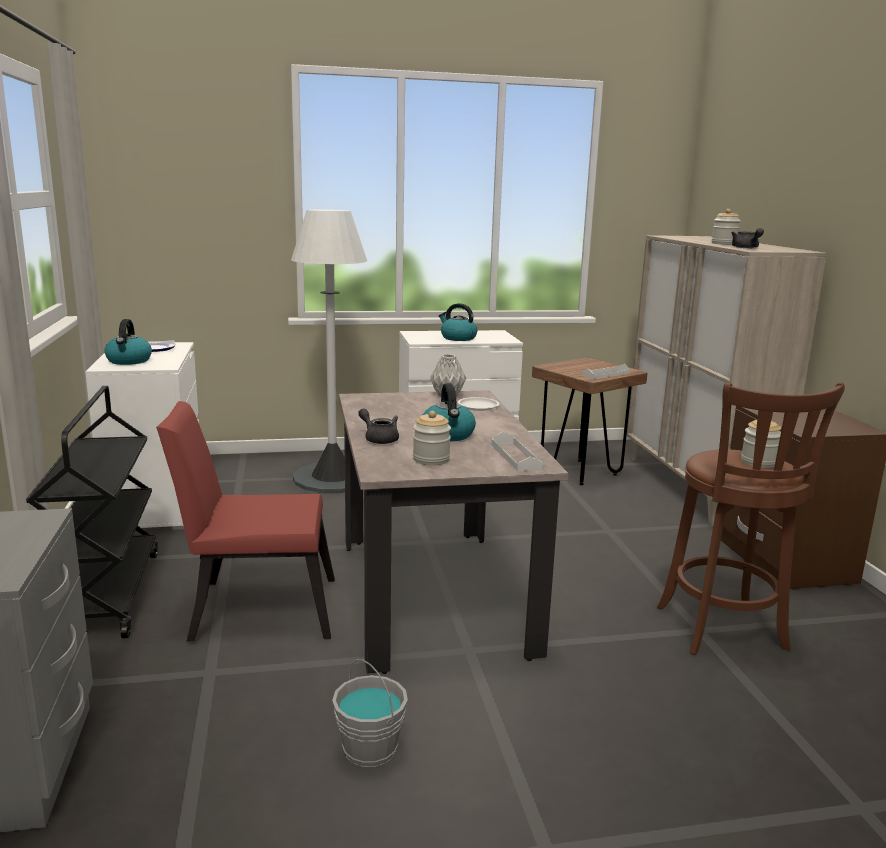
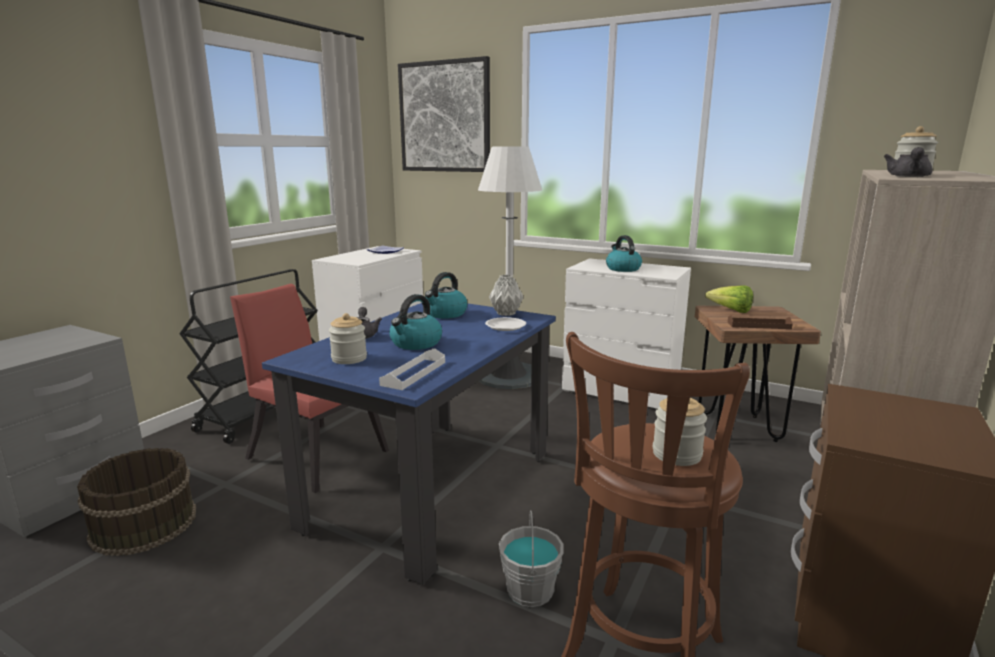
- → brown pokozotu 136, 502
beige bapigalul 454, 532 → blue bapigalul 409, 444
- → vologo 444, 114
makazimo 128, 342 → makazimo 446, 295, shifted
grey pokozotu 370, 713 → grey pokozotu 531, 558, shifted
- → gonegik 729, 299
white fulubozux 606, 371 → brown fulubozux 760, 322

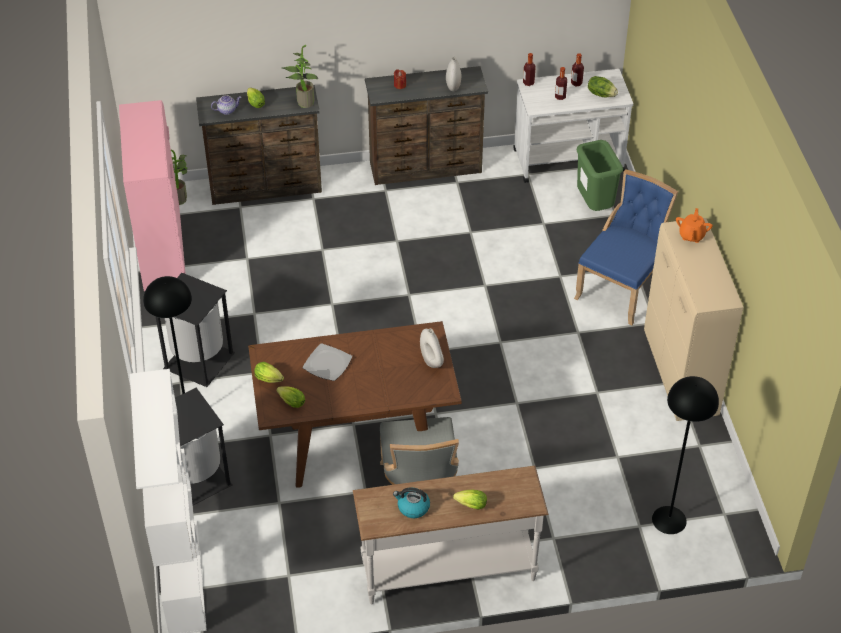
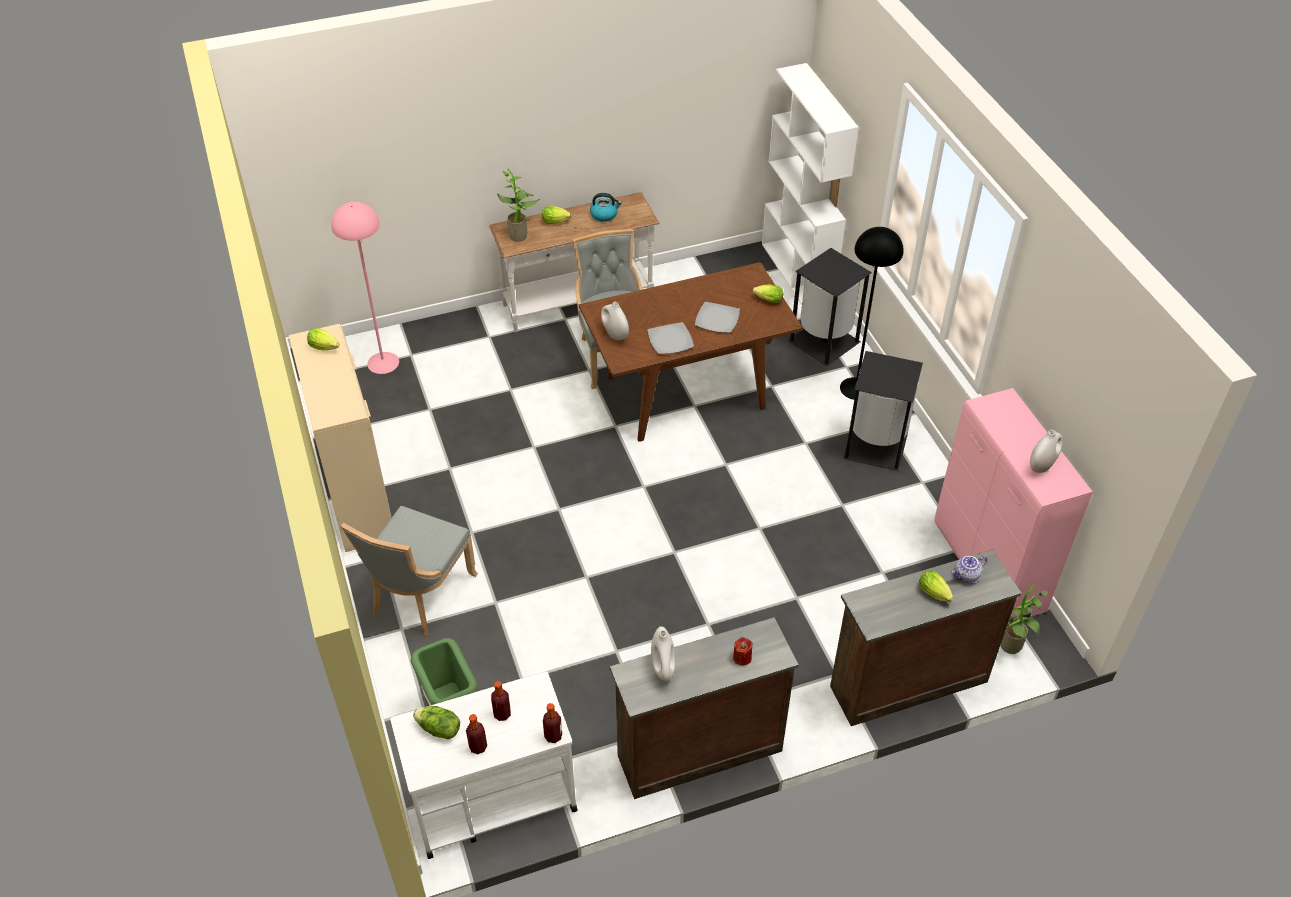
gonegik 290, 397 → gonegik 323, 339, shifted
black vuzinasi 685, 455 → pink vuzinasi 365, 287
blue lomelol 626, 247 → grey lomelol 409, 570
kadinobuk 299, 76 → kadinobuk 518, 205, shifted
- → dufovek 670, 338
- → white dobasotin 1046, 451
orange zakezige 694, 225 → -

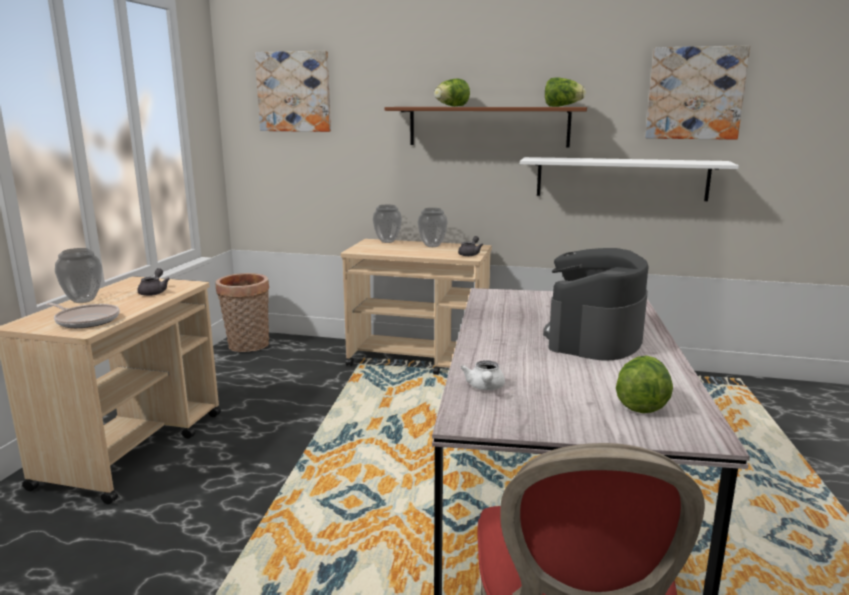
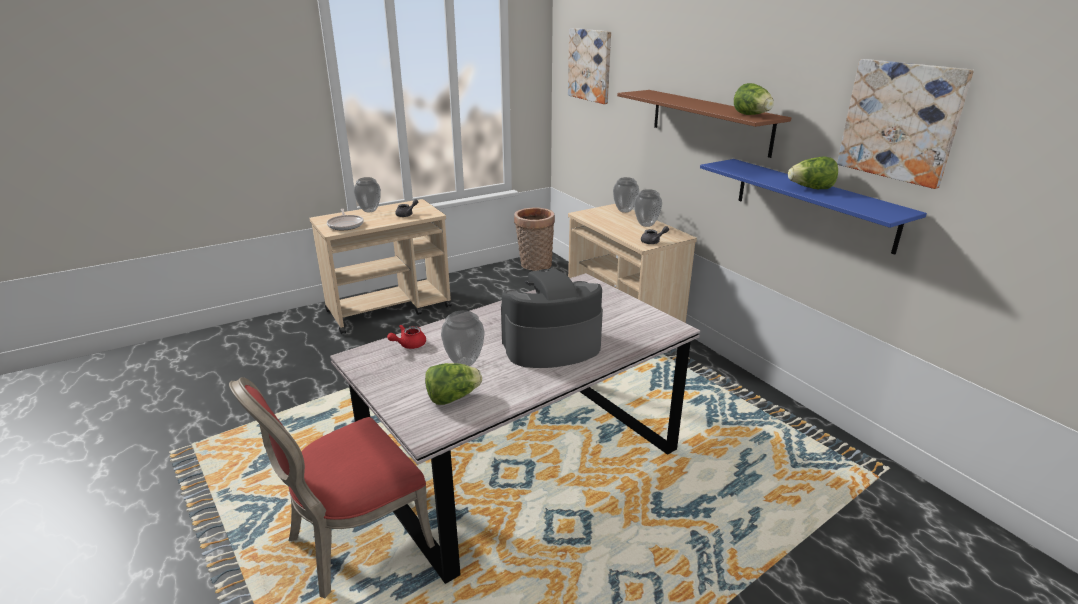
white zakezige 482, 375 → red zakezige 406, 337
- → dobasotin 463, 338
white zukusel 629, 179 → blue zukusel 813, 207
gonegik 452, 92 → gonegik 813, 173, shifted

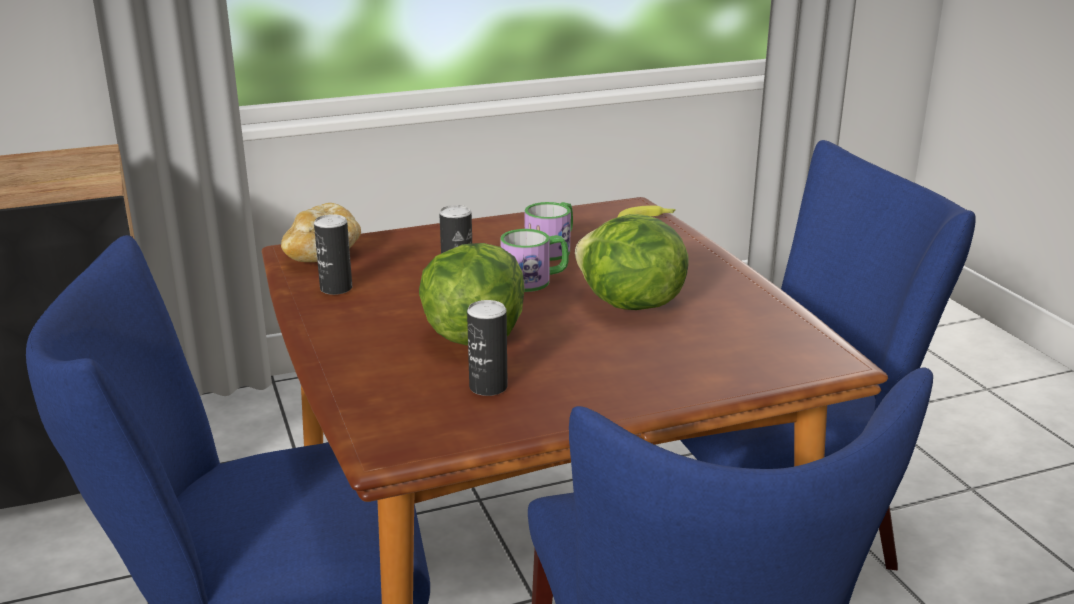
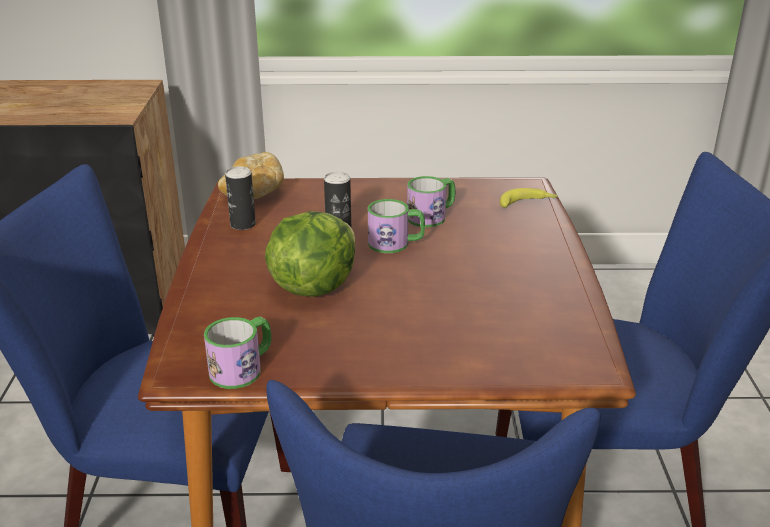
- → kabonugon 238, 352
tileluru 487, 348 → -
gonegik 632, 262 → -

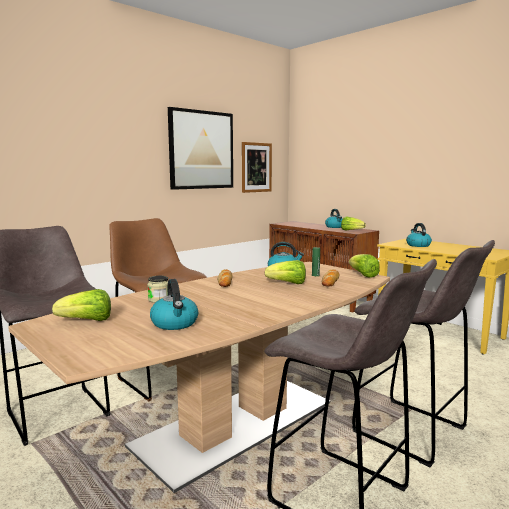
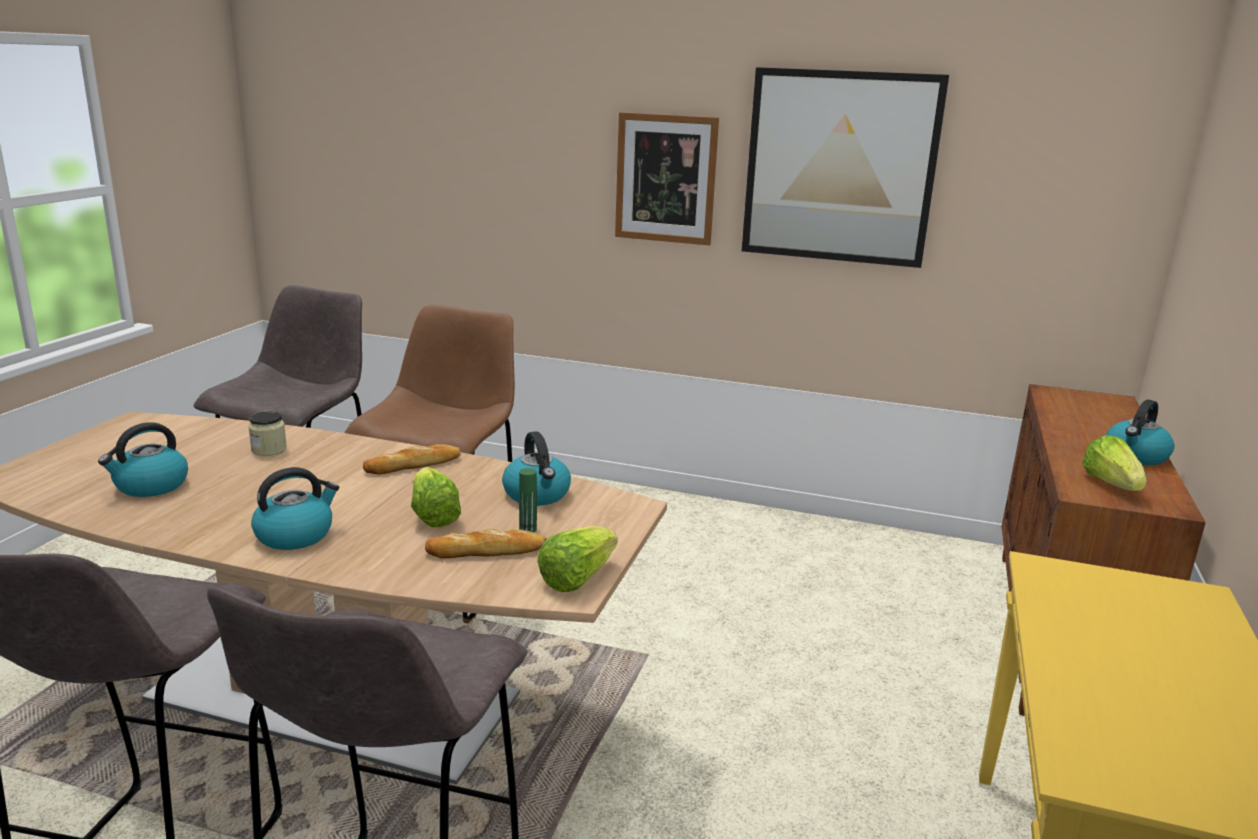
makazimo 419, 235 → makazimo 295, 508, shifted
vologo 257, 167 → vologo 667, 178, shifted
gonegik 81, 305 → -

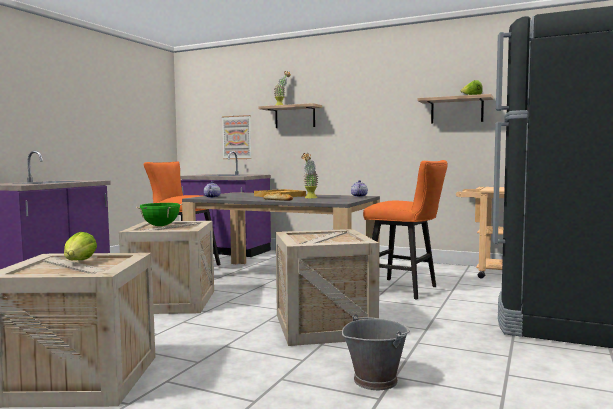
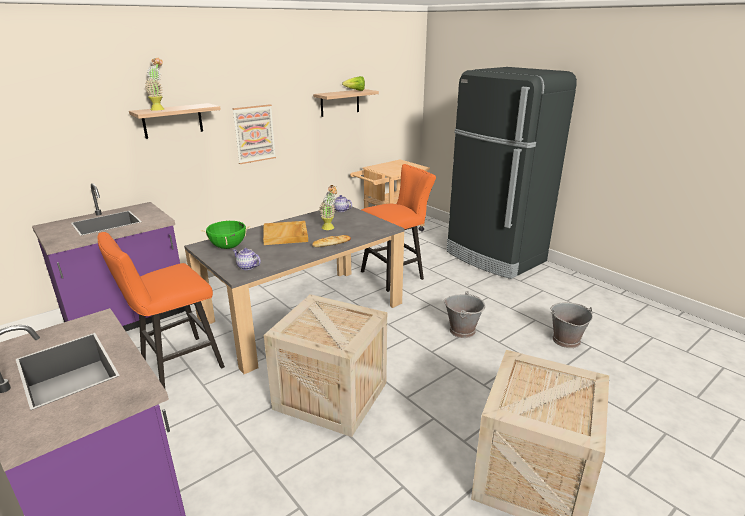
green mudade 159, 214 → green mudade 225, 234, shifted
vologo 236, 137 → vologo 254, 134, shifted
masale 327, 287 → grey pokozotu 465, 314
gonegik 80, 246 → -

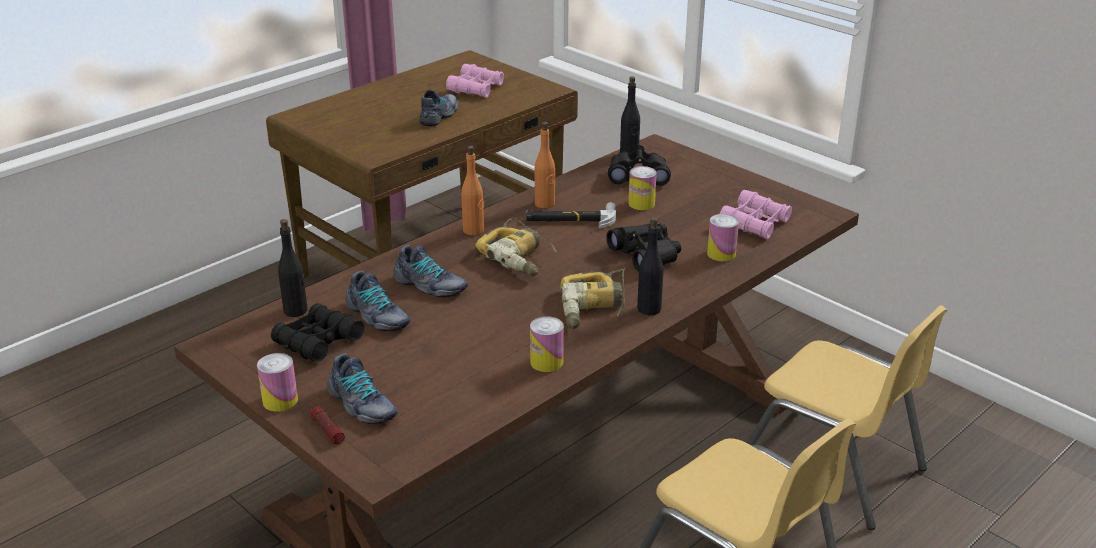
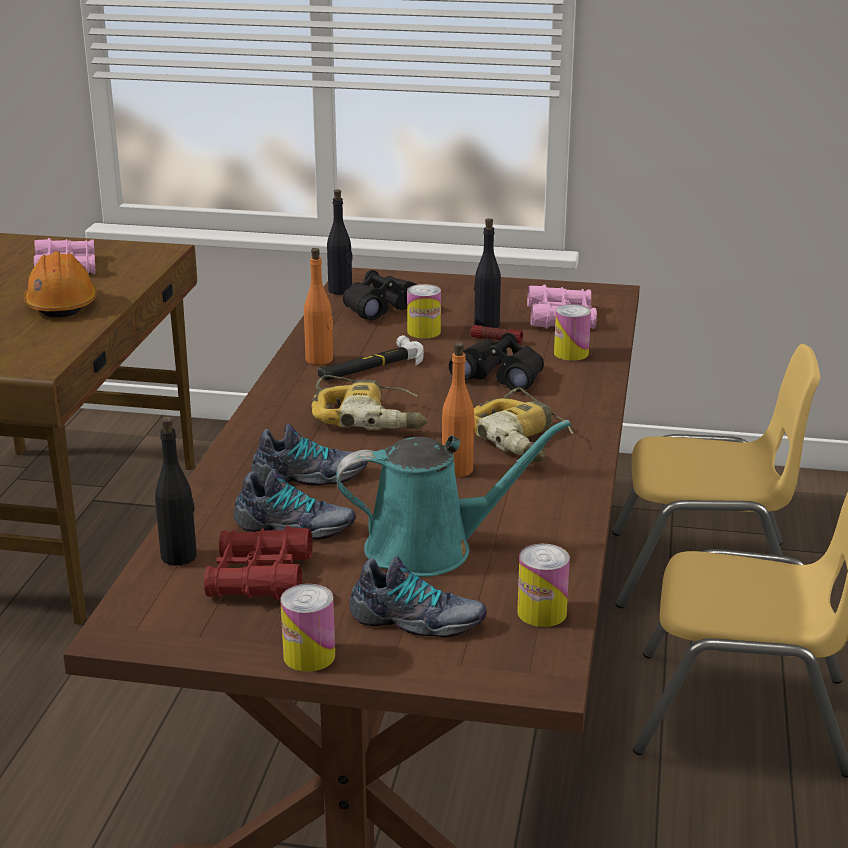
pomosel 439, 108 → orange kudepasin 60, 284
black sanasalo 317, 332 → red sanasalo 258, 563
- → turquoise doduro 453, 498
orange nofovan 472, 190 → orange nofovan 458, 409, shifted
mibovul 328, 425 → mibovul 497, 334, shifted
black nofovan 650, 266 → black nofovan 487, 273, shifted
tileluru 547, 344 → tileluru 543, 585, shifted

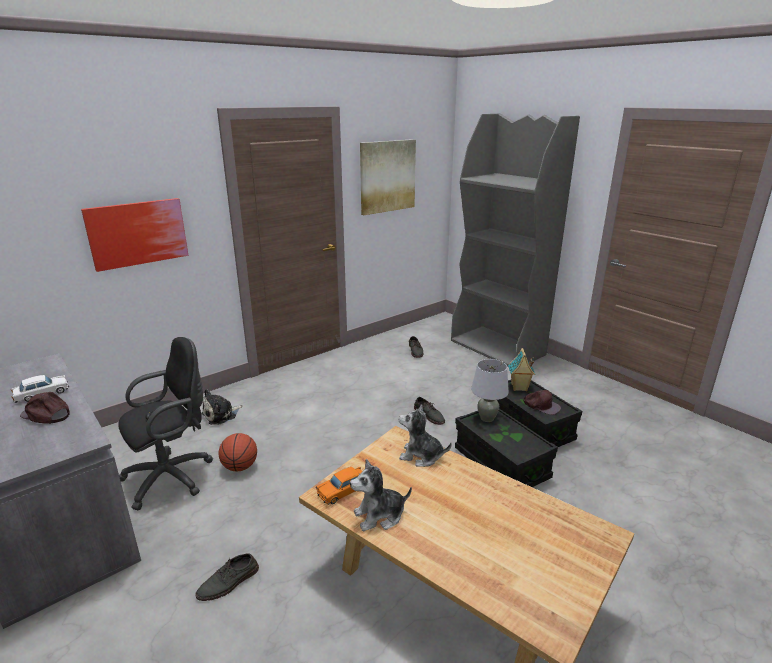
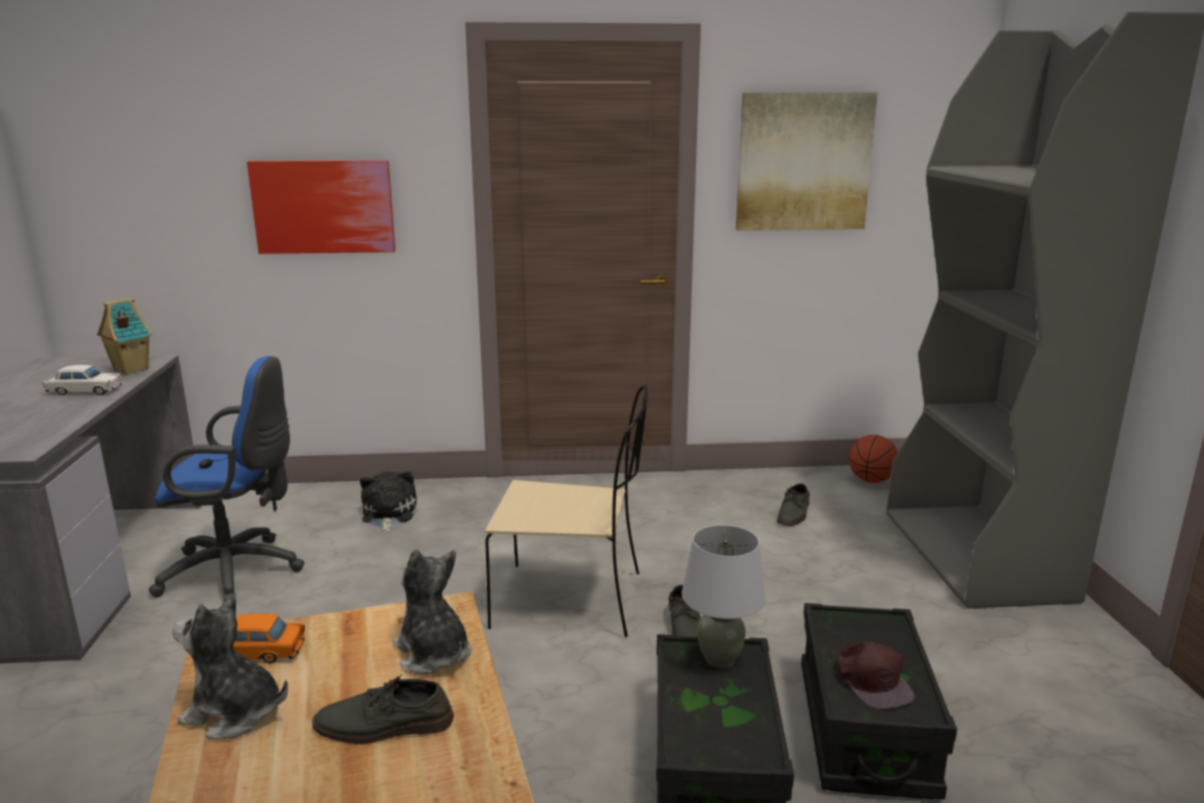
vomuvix 521, 369 → vomuvix 124, 336, shifted
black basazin 165, 423 → blue basazin 226, 479
grey pomosel 227, 577 → grey pomosel 383, 709, shifted
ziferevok 222, 407 → ziferevok 388, 502, 90 degrees clockwise
- → beige lomelol 566, 511
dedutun 238, 452 → dedutun 873, 459, shifted
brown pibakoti 45, 408 → -

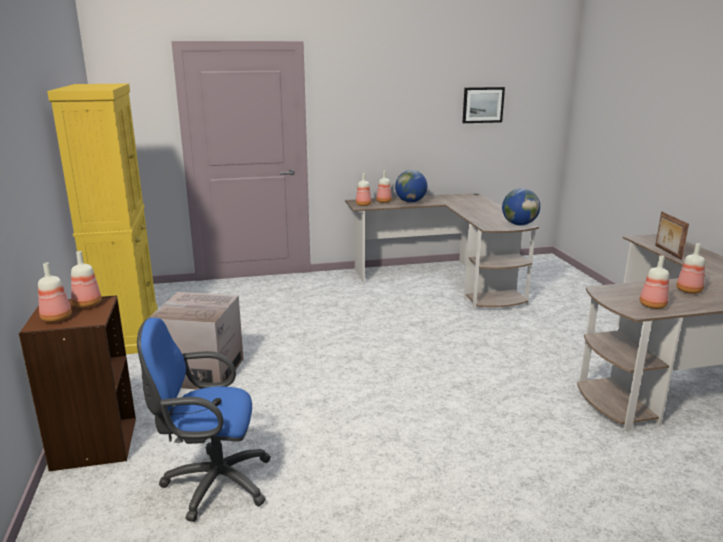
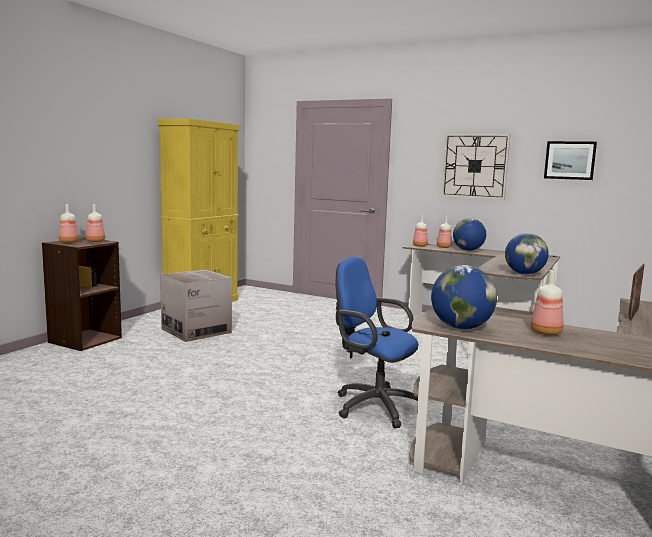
blue basazin 204, 420 → blue basazin 377, 342, shifted
nofovan 654, 282 → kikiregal 464, 297
- → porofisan 476, 167

